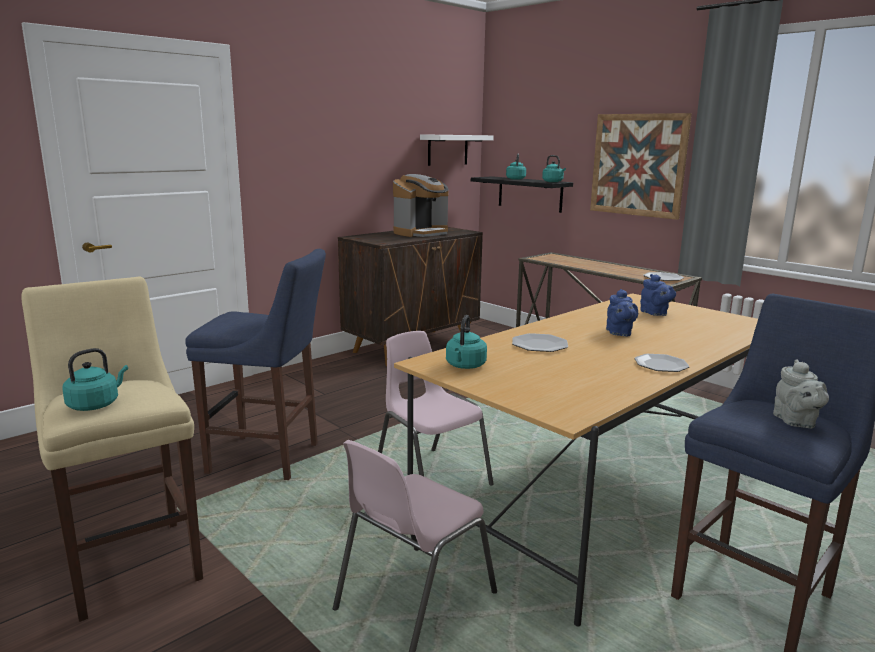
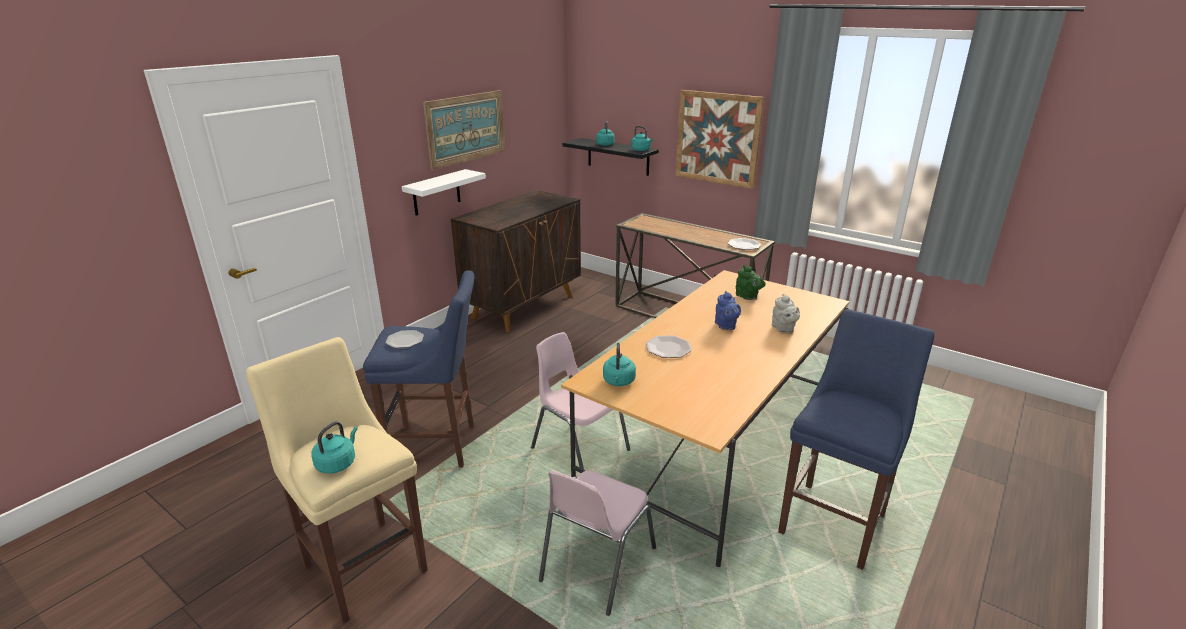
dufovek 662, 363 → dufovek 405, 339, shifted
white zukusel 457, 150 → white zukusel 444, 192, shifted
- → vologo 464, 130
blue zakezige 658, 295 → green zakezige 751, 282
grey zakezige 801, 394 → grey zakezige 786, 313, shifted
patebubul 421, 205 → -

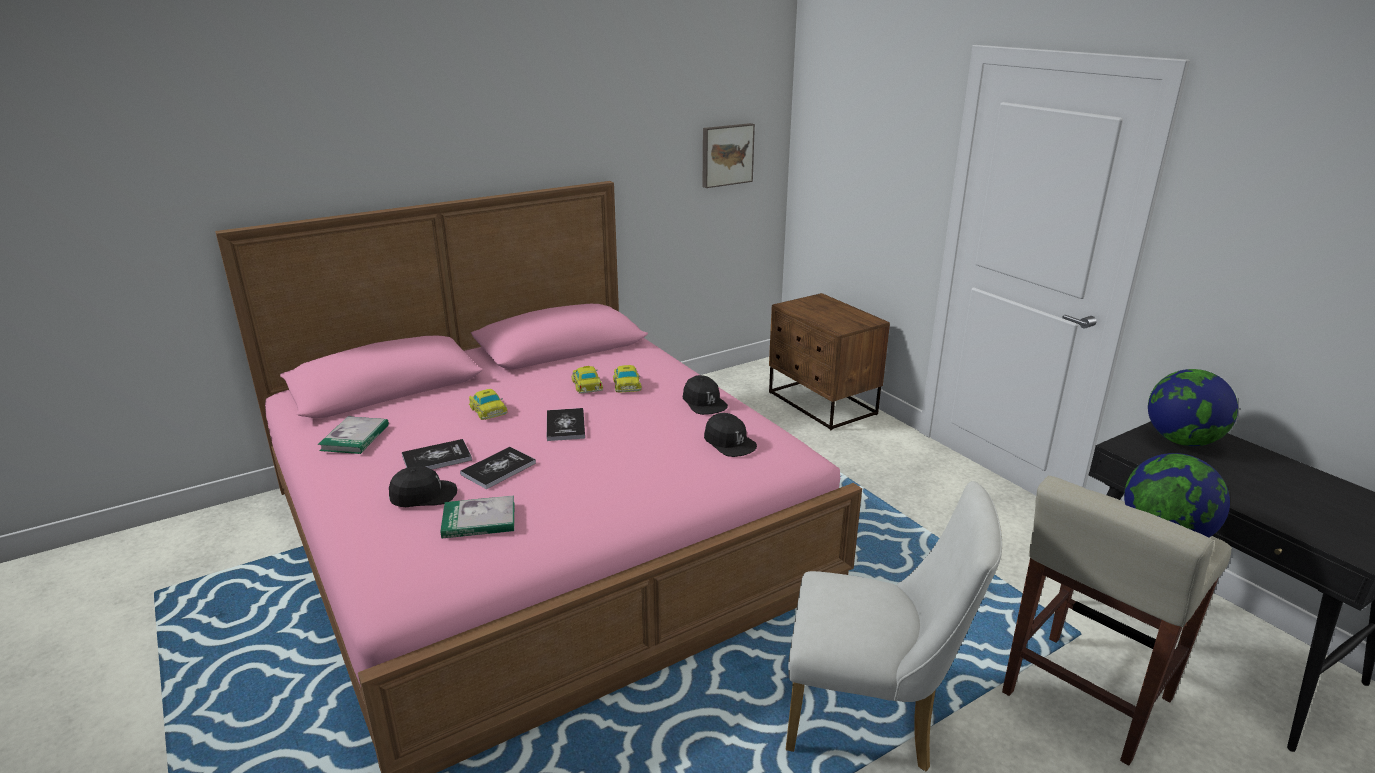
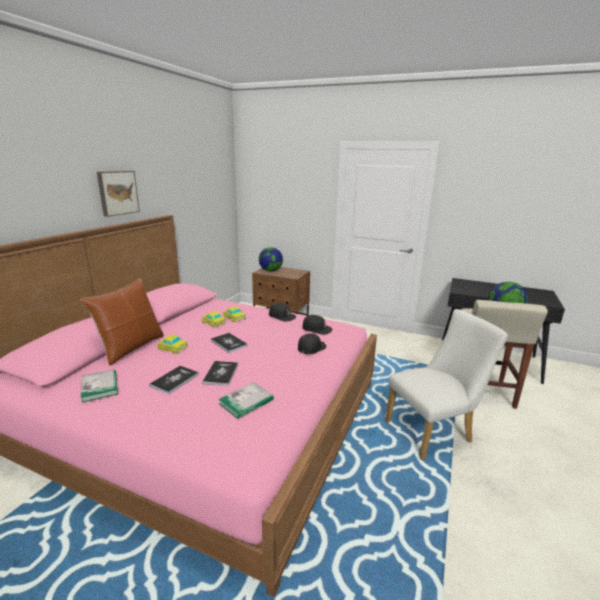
- → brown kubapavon 122, 321
vologo 729, 155 → vologo 118, 194, shifted
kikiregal 1193, 407 → kikiregal 271, 259, shifted
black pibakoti 423, 486 → black pibakoti 312, 343, shifted

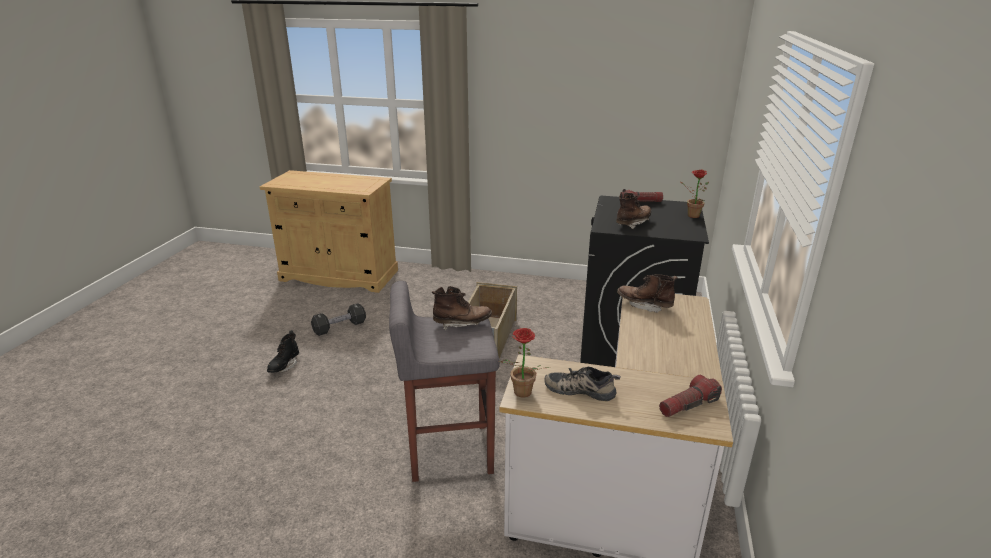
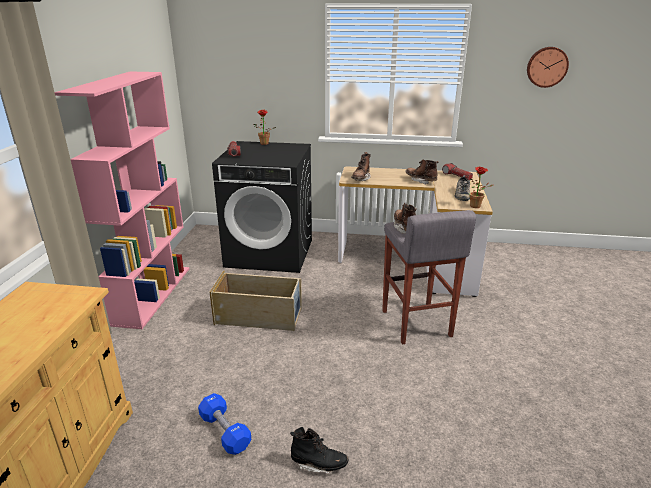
- → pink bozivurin 122, 200
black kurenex 338, 319 → blue kurenex 224, 424
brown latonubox 633, 211 → brown latonubox 421, 172, shifted
- → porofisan 548, 67

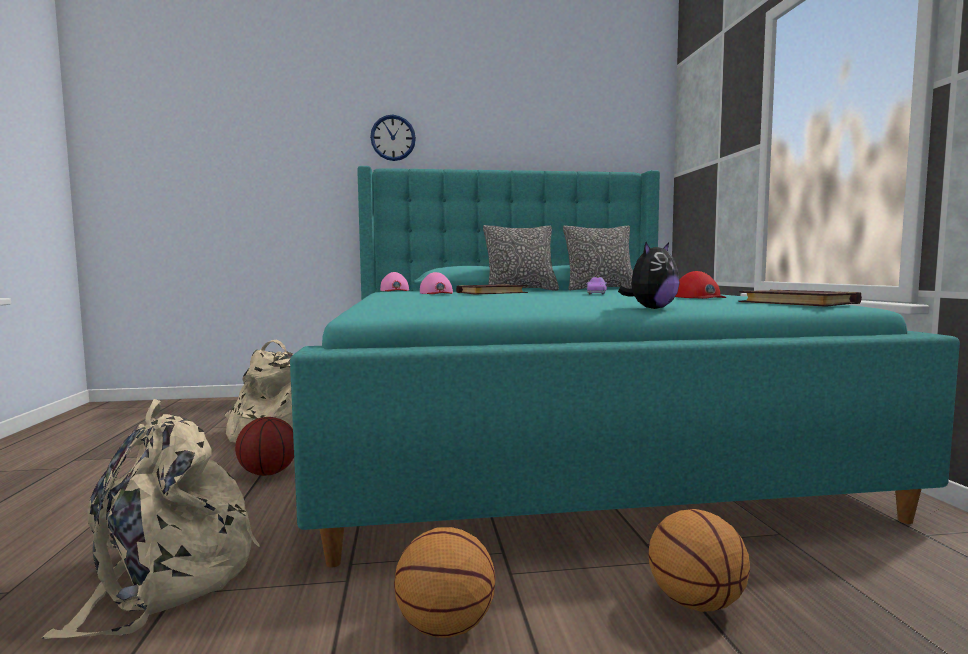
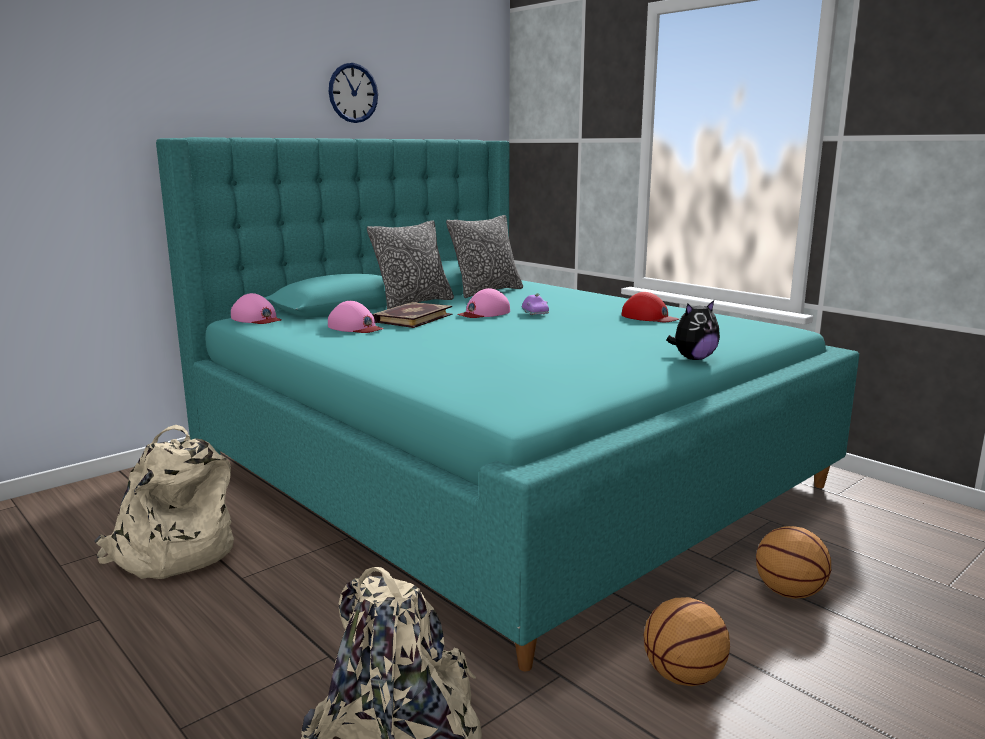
porofisan 393, 138 → porofisan 353, 93, shifted
- → pink pibakoti 483, 303
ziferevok 649, 275 → ziferevok 693, 330, 45 degrees clockwise
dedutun 264, 446 → -
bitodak 800, 298 → -

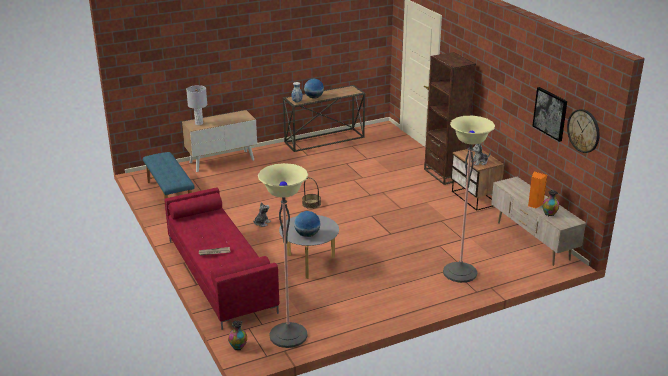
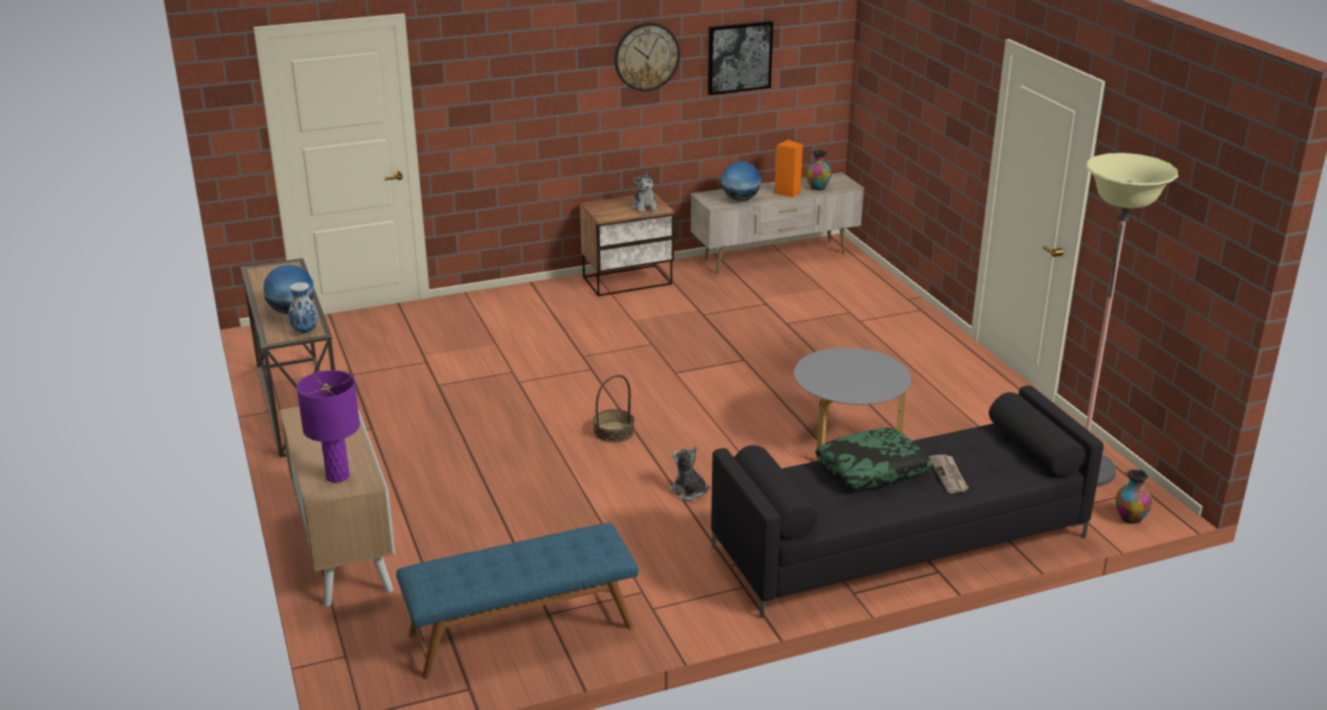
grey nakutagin 196, 105 → purple nakutagin 328, 426
porofisan 583, 131 → porofisan 647, 57, shifted
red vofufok 221, 258 → black vofufok 907, 501
kikiregal 307, 224 → kikiregal 741, 181, shifted
- → kubapavon 873, 458
brown bozivurin 450, 118 → -
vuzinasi 469, 199 → -

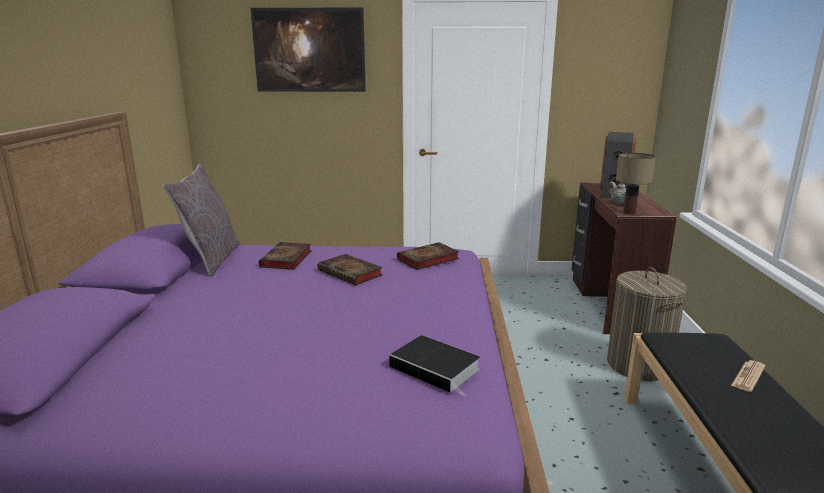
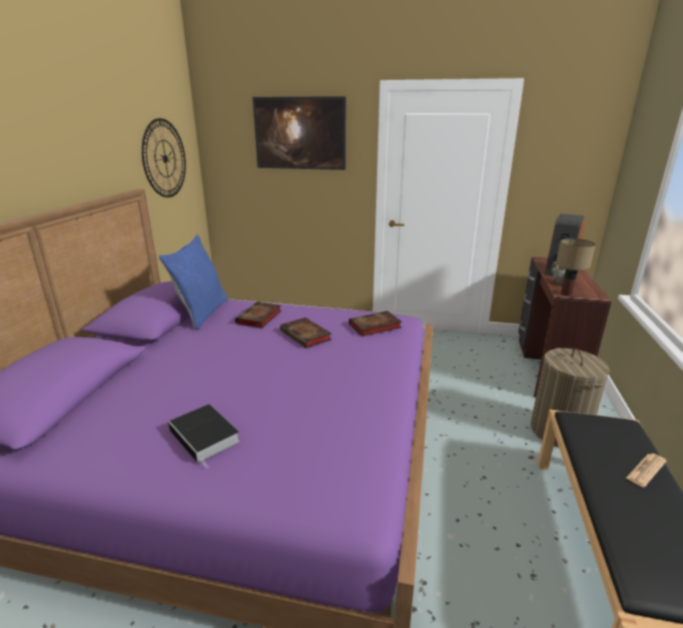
- → porofisan 164, 158
grey kubapavon 201, 220 → blue kubapavon 193, 282
bitodak 434, 365 → bitodak 204, 436, shifted

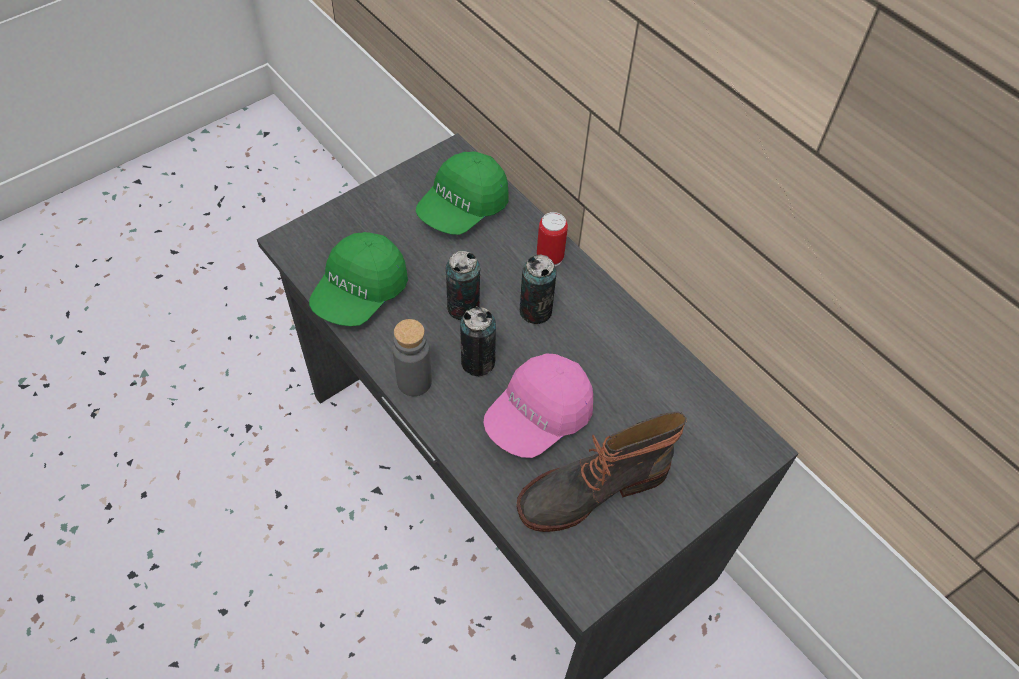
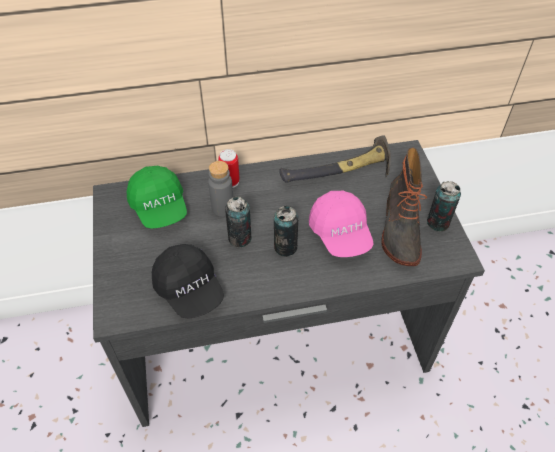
green pibakoti 358, 279 → black pibakoti 188, 281
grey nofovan 412, 357 → grey nofovan 220, 189, shifted
- → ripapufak 335, 159
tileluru 538, 289 → tileluru 444, 206, shifted

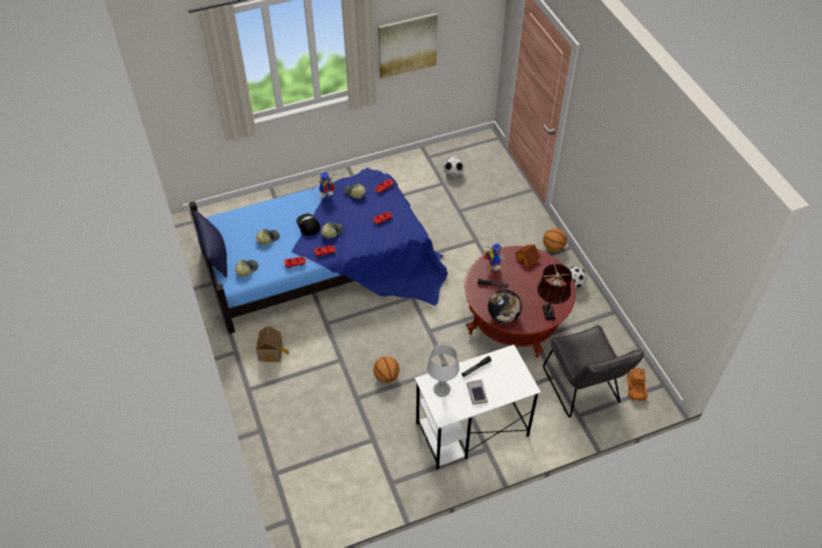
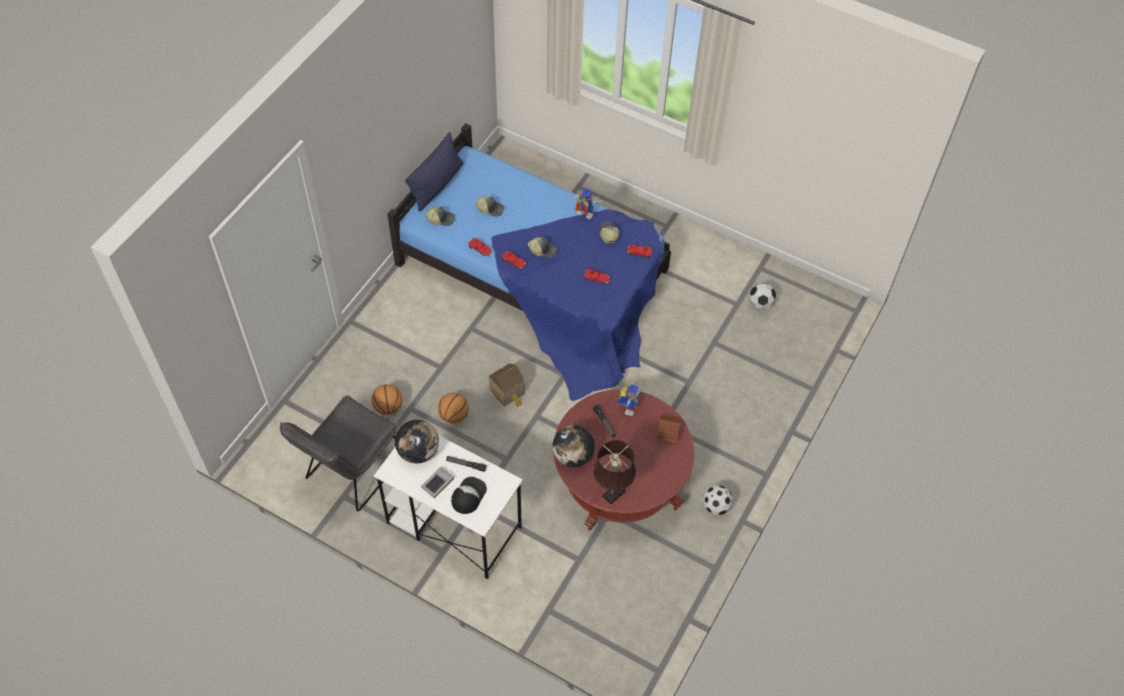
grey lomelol 593, 371 → grey lomelol 339, 453, shifted
dedutun 555, 240 → dedutun 387, 399, shifted
grey nakutagin 443, 370 → kikiregal 417, 442
pibakoti 308, 224 → pibakoti 469, 495, shifted
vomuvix 272, 343 → vomuvix 507, 385, shifted
vologo 408, 46 → -
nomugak 637, 384 → -

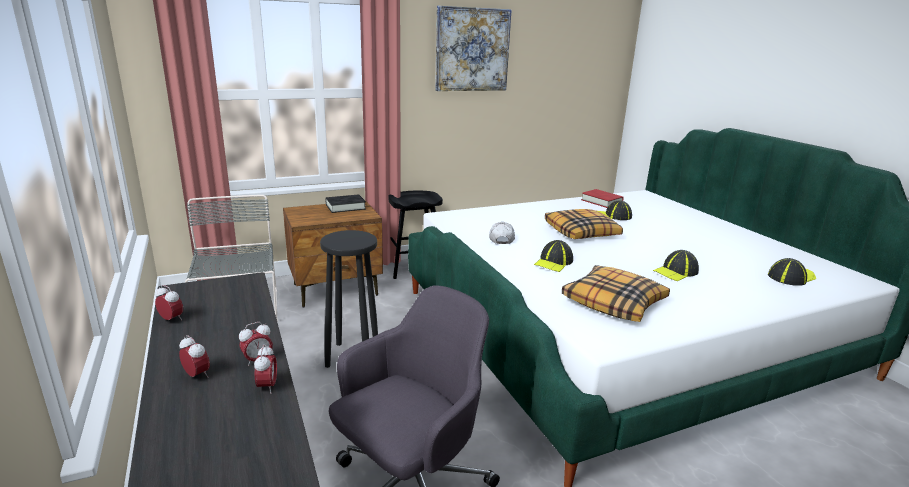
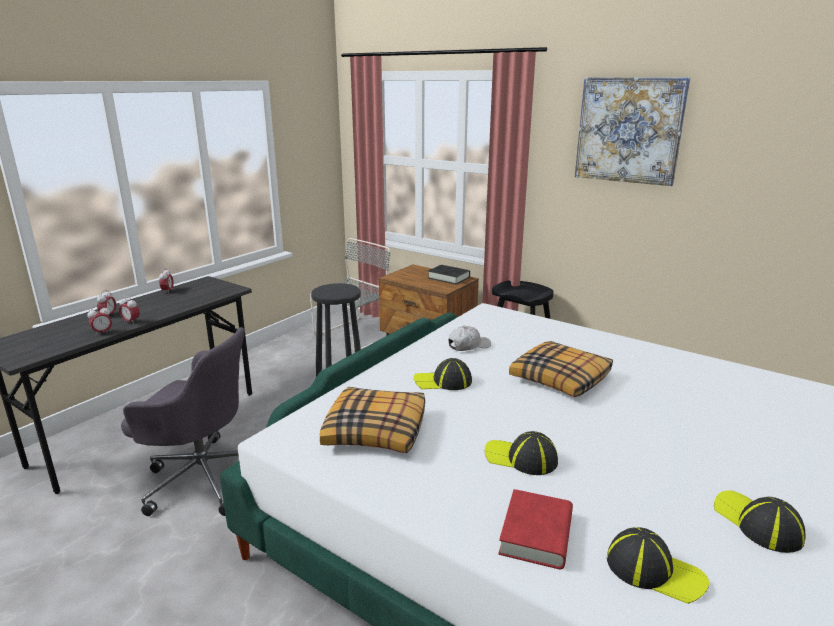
red bitodak 602, 198 → red bitodak 535, 529, shifted
pibakoti 615, 210 → pibakoti 760, 521, shifted

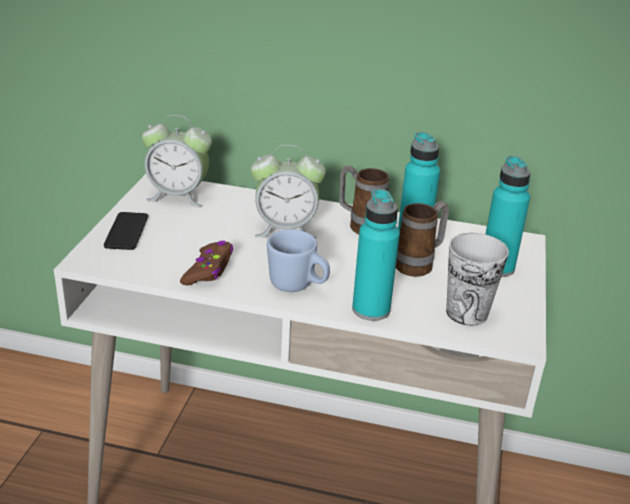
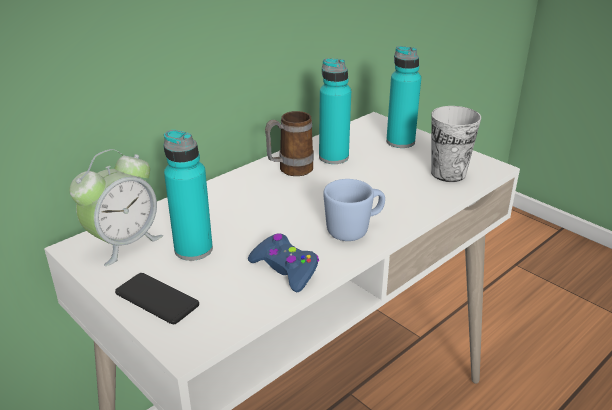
turquoise nofovan 376, 255 → turquoise nofovan 188, 195, shifted
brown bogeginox 206, 263 → blue bogeginox 283, 262
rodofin 288, 192 → -
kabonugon 422, 239 → -

